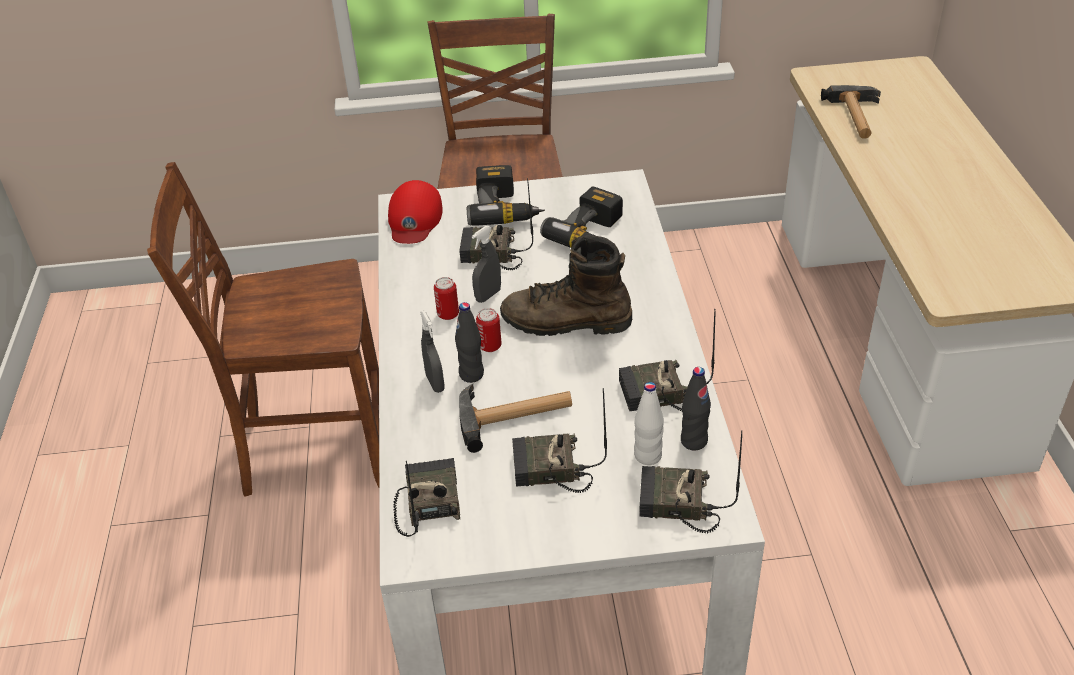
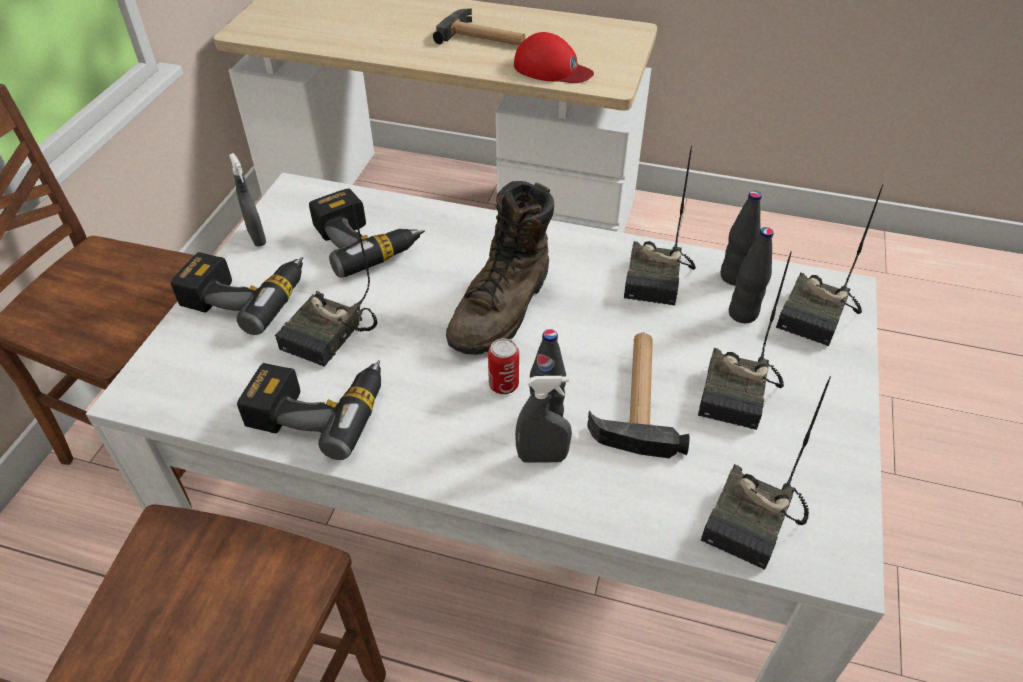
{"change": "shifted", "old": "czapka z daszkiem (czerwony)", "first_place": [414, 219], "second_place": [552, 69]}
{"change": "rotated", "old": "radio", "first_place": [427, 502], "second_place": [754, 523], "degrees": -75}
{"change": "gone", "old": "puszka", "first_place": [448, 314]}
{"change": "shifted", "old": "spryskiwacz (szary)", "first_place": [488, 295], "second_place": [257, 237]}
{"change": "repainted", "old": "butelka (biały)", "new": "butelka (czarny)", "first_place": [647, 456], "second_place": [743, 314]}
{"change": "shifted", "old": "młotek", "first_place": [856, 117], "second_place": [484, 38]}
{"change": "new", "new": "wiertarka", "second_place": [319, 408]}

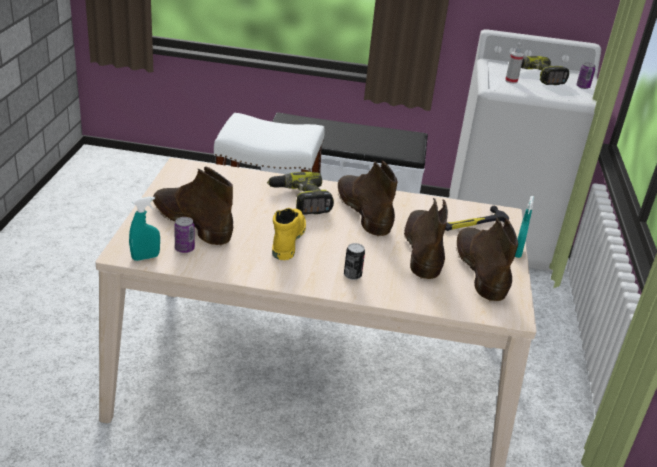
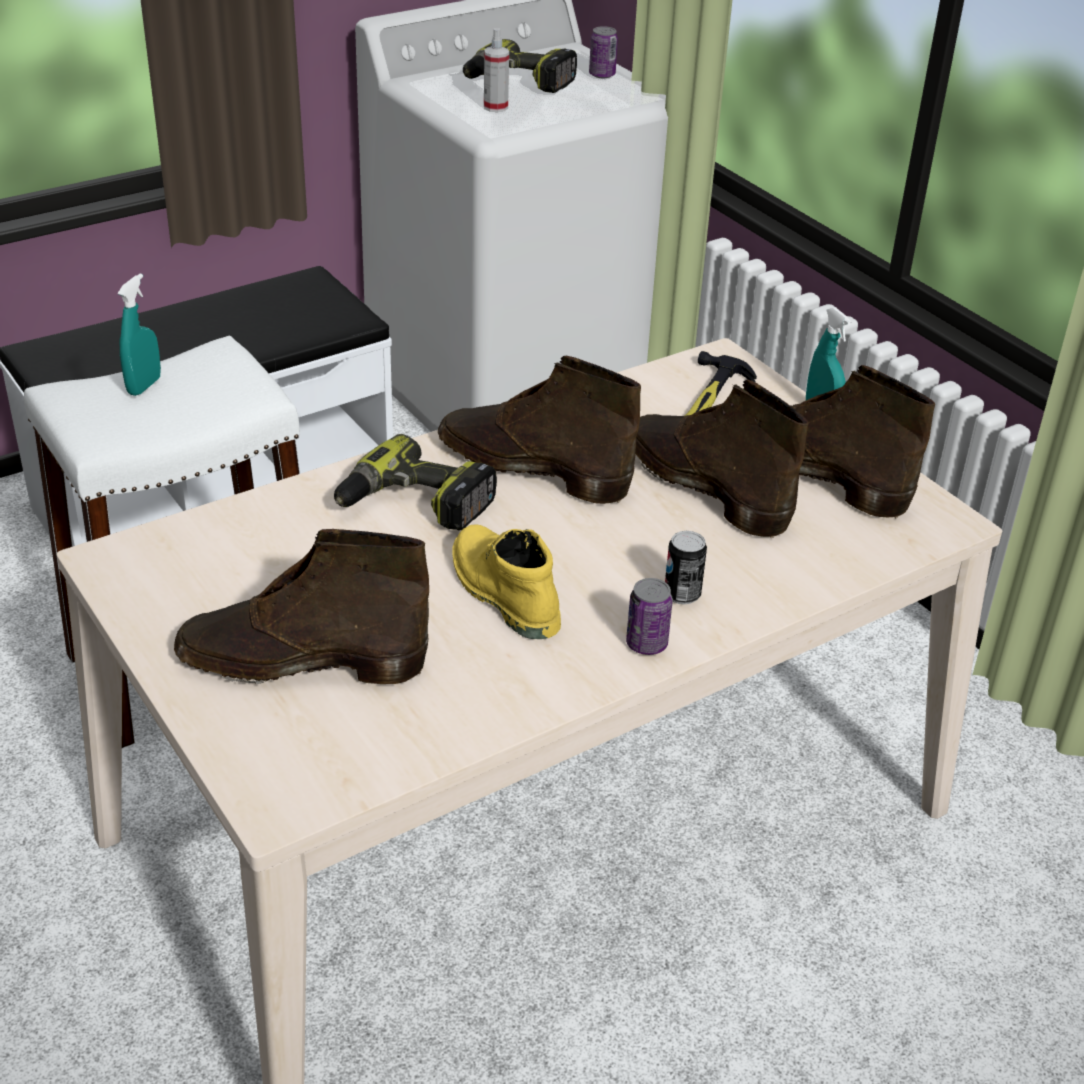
{"change": "shifted", "old": "spryskiwacz (turkusowy)", "first_place": [145, 257], "second_place": [144, 386]}
{"change": "shifted", "old": "puszka", "first_place": [184, 249], "second_place": [646, 644]}

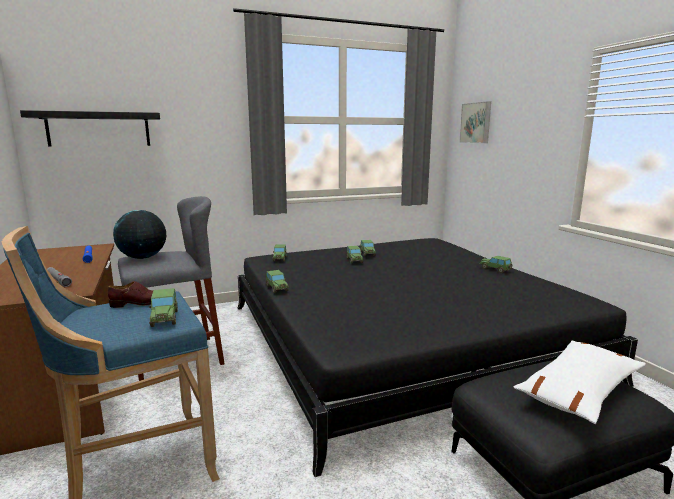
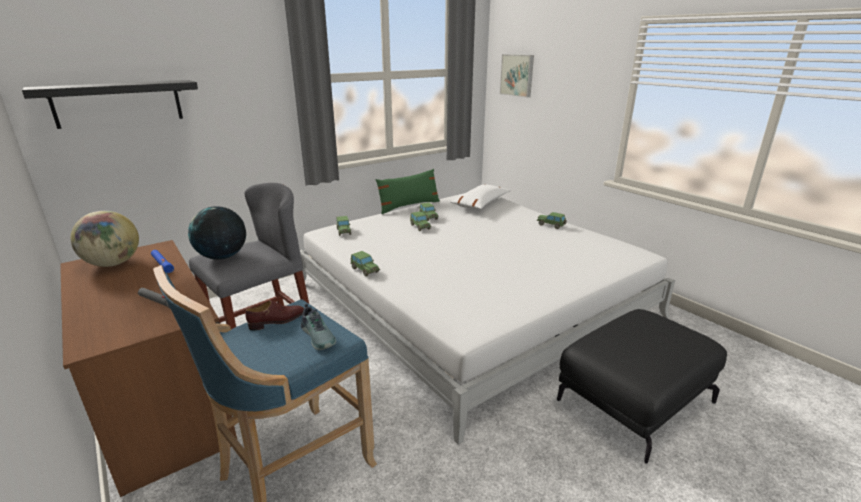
{"change": "swapped", "old": "samochodzik", "new": "but", "first_place": [164, 318], "second_place": [319, 336]}
{"change": "repainted", "old": "łóżko (czarny)", "new": "łóżko (biały)", "first_place": [398, 340], "second_place": [471, 299]}
{"change": "shifted", "old": "poduszka (biały)", "first_place": [579, 390], "second_place": [480, 203]}
{"change": "new", "new": "globus", "second_place": [113, 264]}
{"change": "new", "new": "poduszka (zielony)", "second_place": [409, 206]}

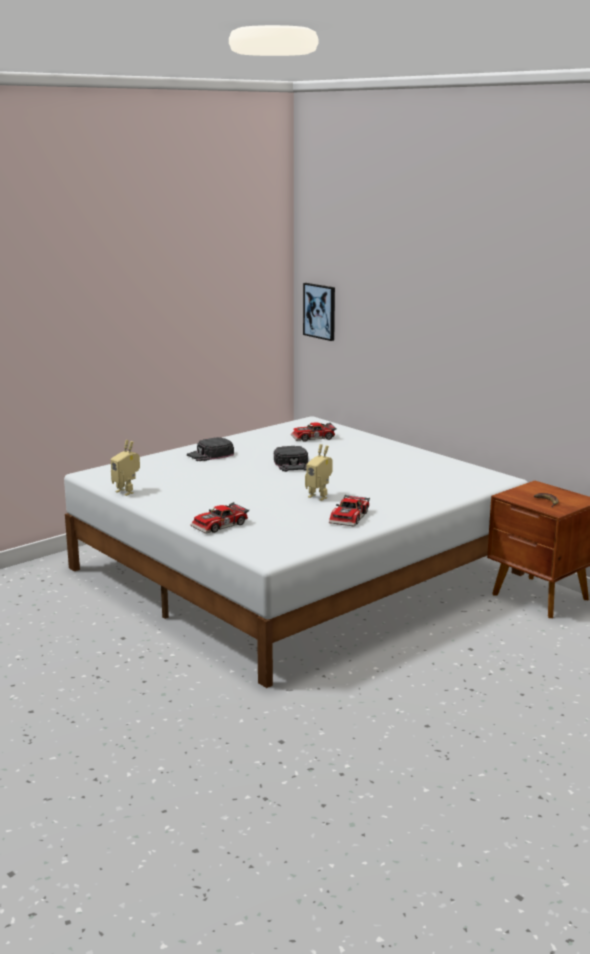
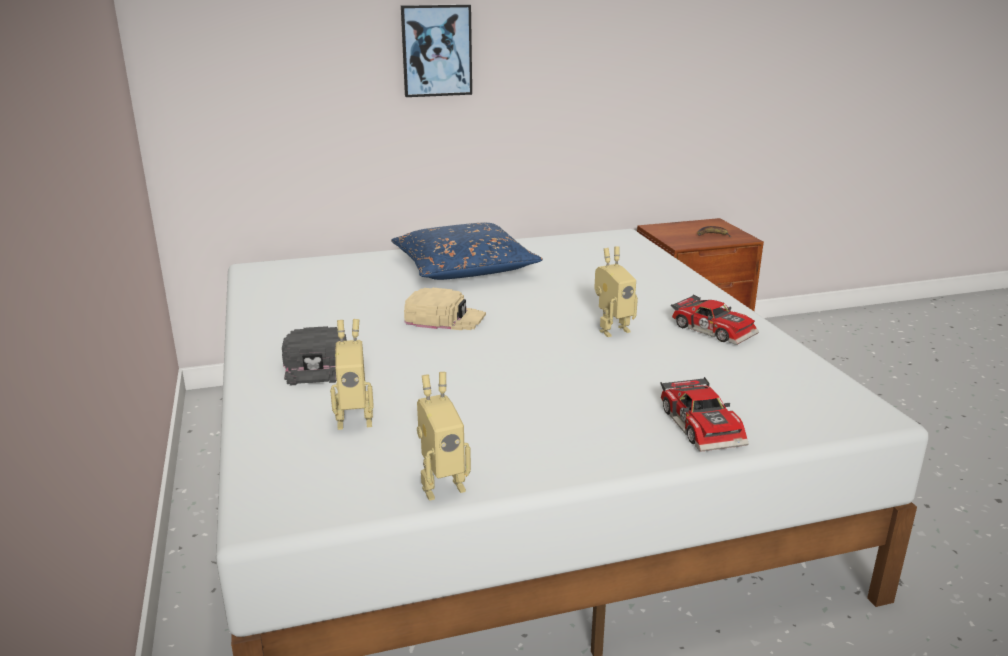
{"change": "repainted", "old": "czapka z daszkiem (czarny)", "new": "czapka z daszkiem (beżowy)", "first_place": [292, 464], "second_place": [445, 318]}
{"change": "gone", "old": "samochodzik", "first_place": [313, 438]}
{"change": "shifted", "old": "obraz", "first_place": [320, 311], "second_place": [436, 50]}
{"change": "new", "new": "robot zabawkowy", "second_place": [354, 420]}
{"change": "new", "new": "poduszka (niebieski)", "second_place": [464, 268]}

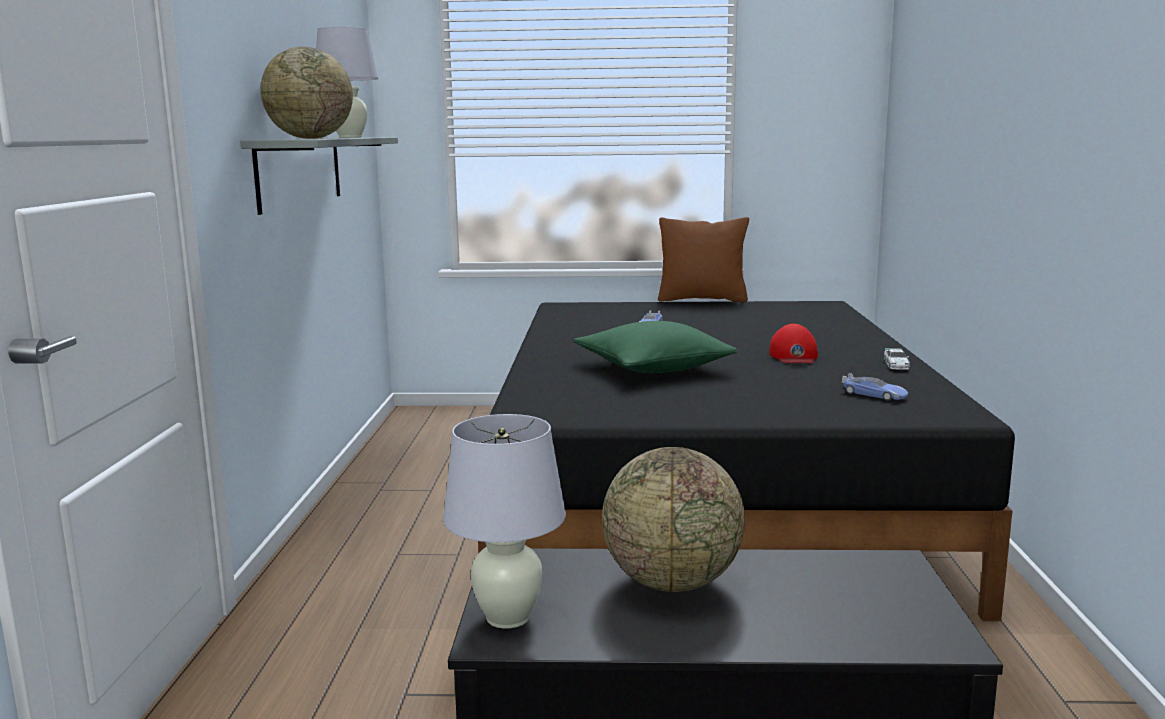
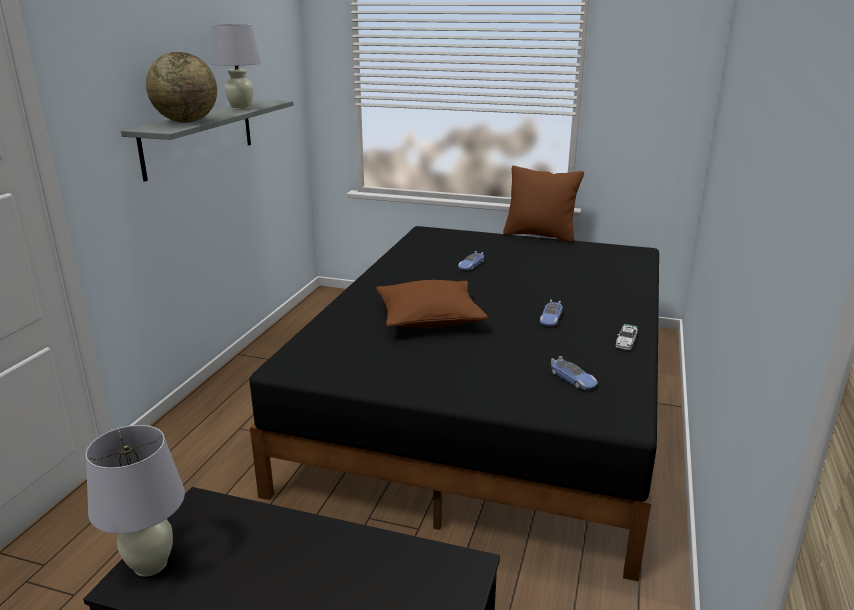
{"change": "repainted", "old": "poduszka (zielony)", "new": "poduszka (brązowy)", "first_place": [653, 367], "second_place": [429, 318]}
{"change": "gone", "old": "globus", "first_place": [672, 583]}
{"change": "swapped", "old": "czapka z daszkiem (czerwony)", "new": "samochodzik", "first_place": [794, 356], "second_place": [551, 318]}

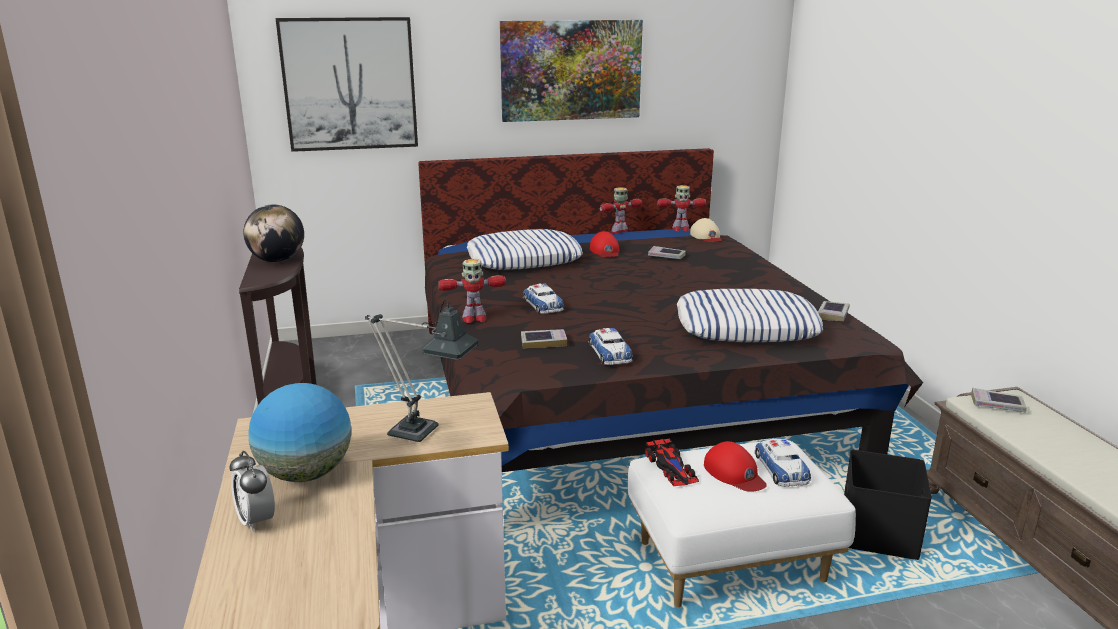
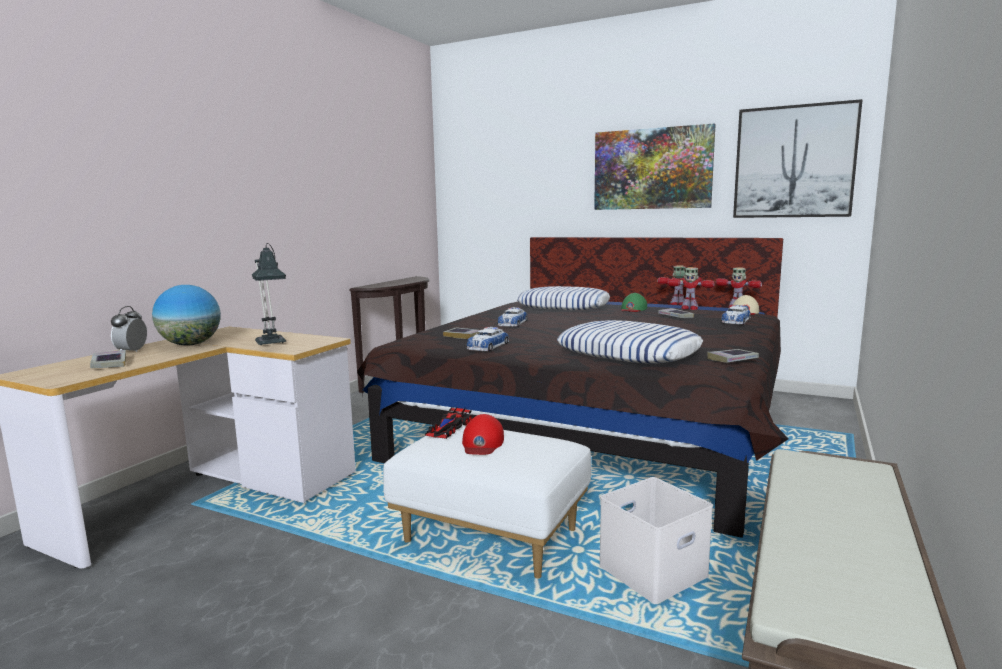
{"change": "gone", "old": "globus", "first_place": [277, 261]}
{"change": "shifted", "old": "obraz", "first_place": [349, 84], "second_place": [794, 162]}
{"change": "shifted", "old": "robot zabawkowy", "first_place": [473, 318], "second_place": [689, 308]}
{"change": "repainted", "old": "czapka z daszkiem (czerwony)", "new": "czapka z daszkiem (zielony)", "first_place": [605, 251], "second_place": [633, 309]}
{"change": "shifted", "old": "samochodzik", "first_place": [781, 469], "second_place": [735, 321]}
{"change": "repainted", "old": "pojemnik do przechowywania (czarny)", "new": "pojemnik do przechowywania (biały)", "first_place": [880, 535], "second_place": [653, 574]}
{"change": "shifted", "old": "książka", "first_place": [997, 404], "second_place": [109, 363]}

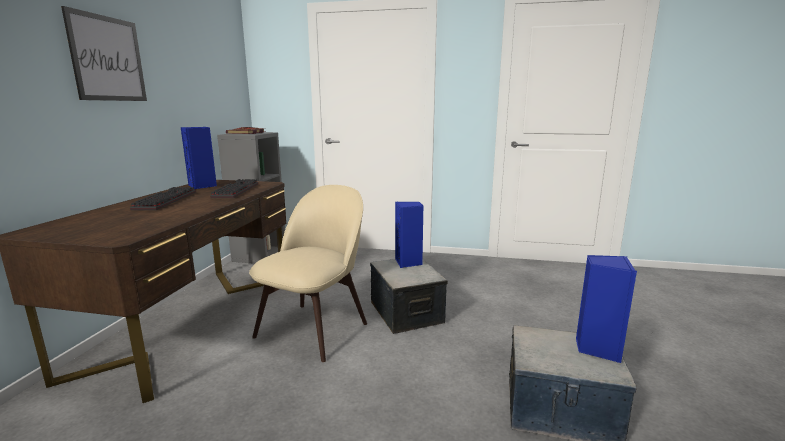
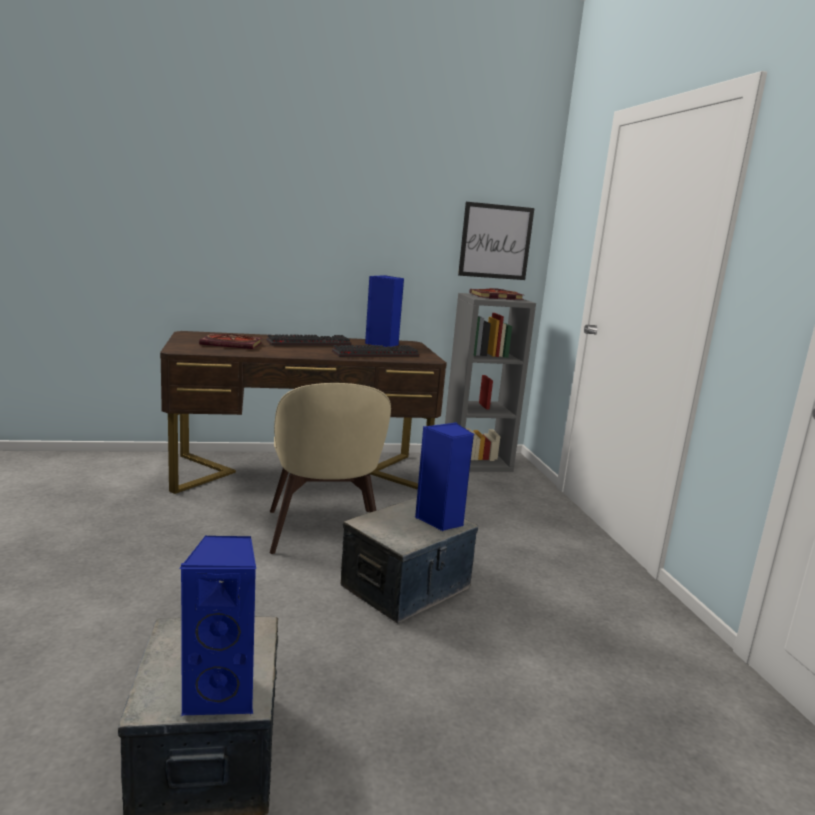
{"change": "shifted", "old": "obraz", "first_place": [108, 59], "second_place": [495, 241]}
{"change": "rotated", "old": "krzesło (beżowy)", "first_place": [315, 328], "second_place": [324, 533], "degrees": 75}
{"change": "new", "new": "książka", "second_place": [233, 344]}

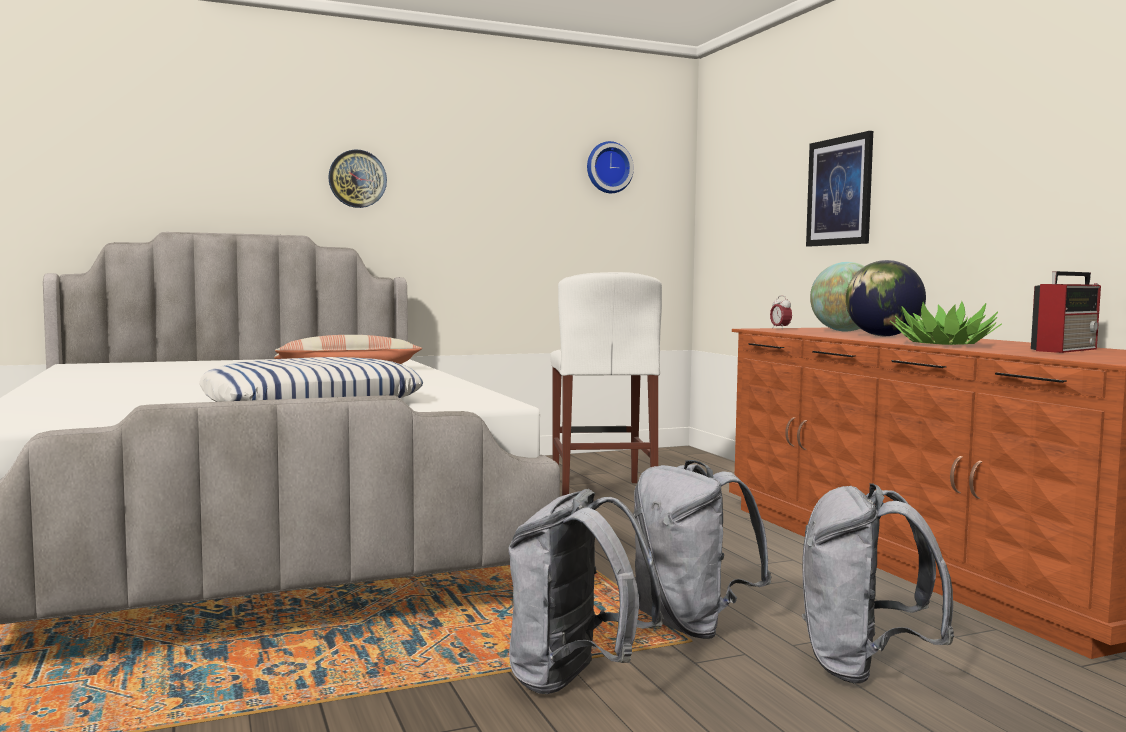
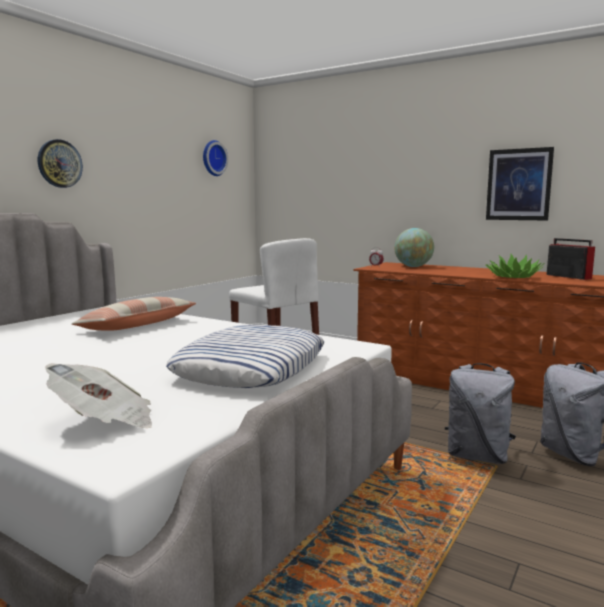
{"change": "gone", "old": "plecak (szary)", "first_place": [575, 680]}
{"change": "shifted", "old": "obraz", "first_place": [839, 191], "second_place": [518, 184]}
{"change": "gone", "old": "globus", "first_place": [883, 336]}
{"change": "rotated", "old": "radio", "first_place": [1066, 350], "second_place": [567, 277], "degrees": -45}
{"change": "new", "new": "gazeta", "second_place": [105, 421]}

